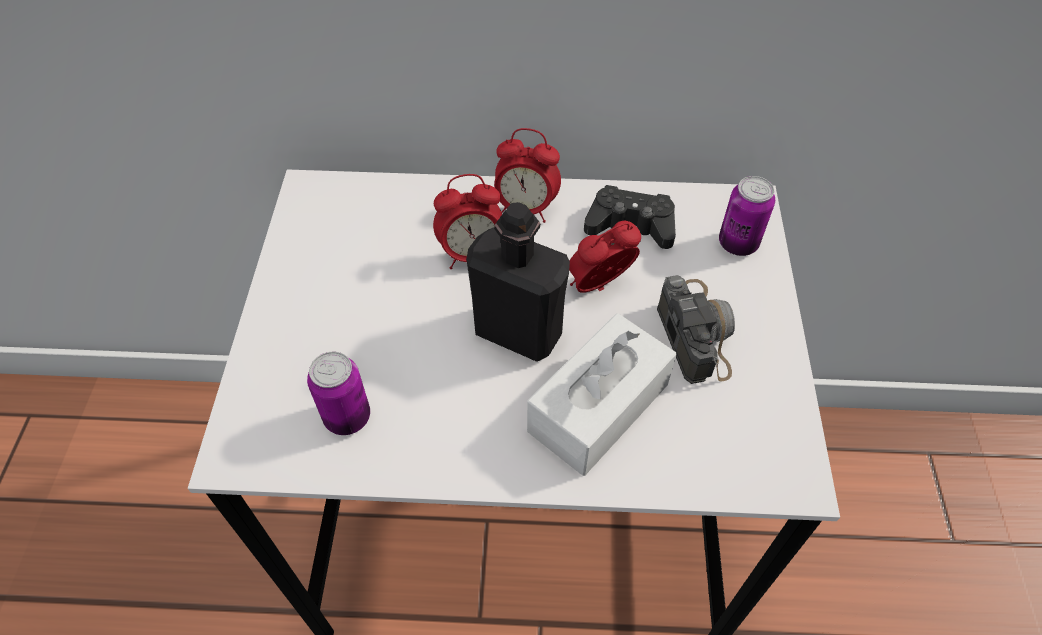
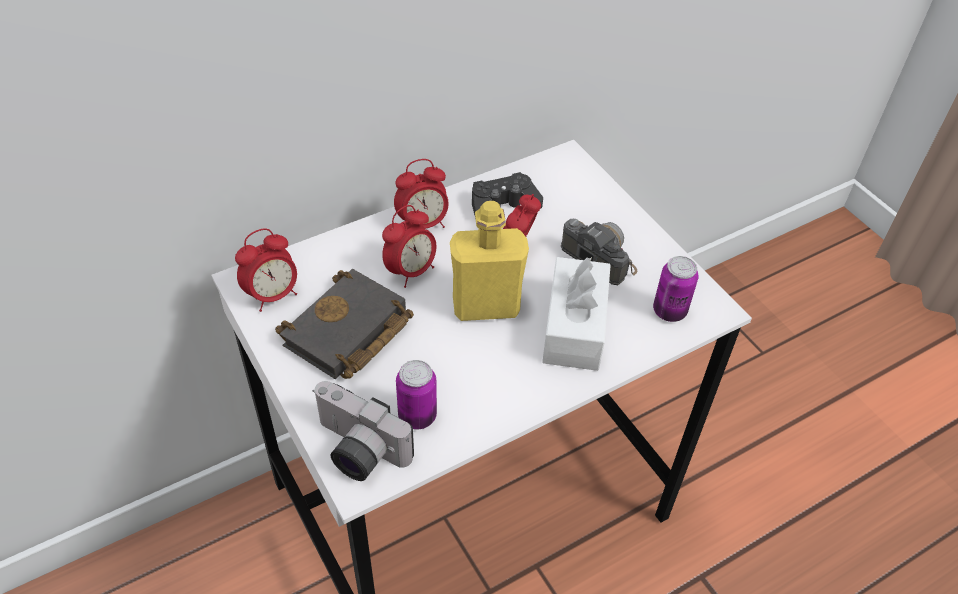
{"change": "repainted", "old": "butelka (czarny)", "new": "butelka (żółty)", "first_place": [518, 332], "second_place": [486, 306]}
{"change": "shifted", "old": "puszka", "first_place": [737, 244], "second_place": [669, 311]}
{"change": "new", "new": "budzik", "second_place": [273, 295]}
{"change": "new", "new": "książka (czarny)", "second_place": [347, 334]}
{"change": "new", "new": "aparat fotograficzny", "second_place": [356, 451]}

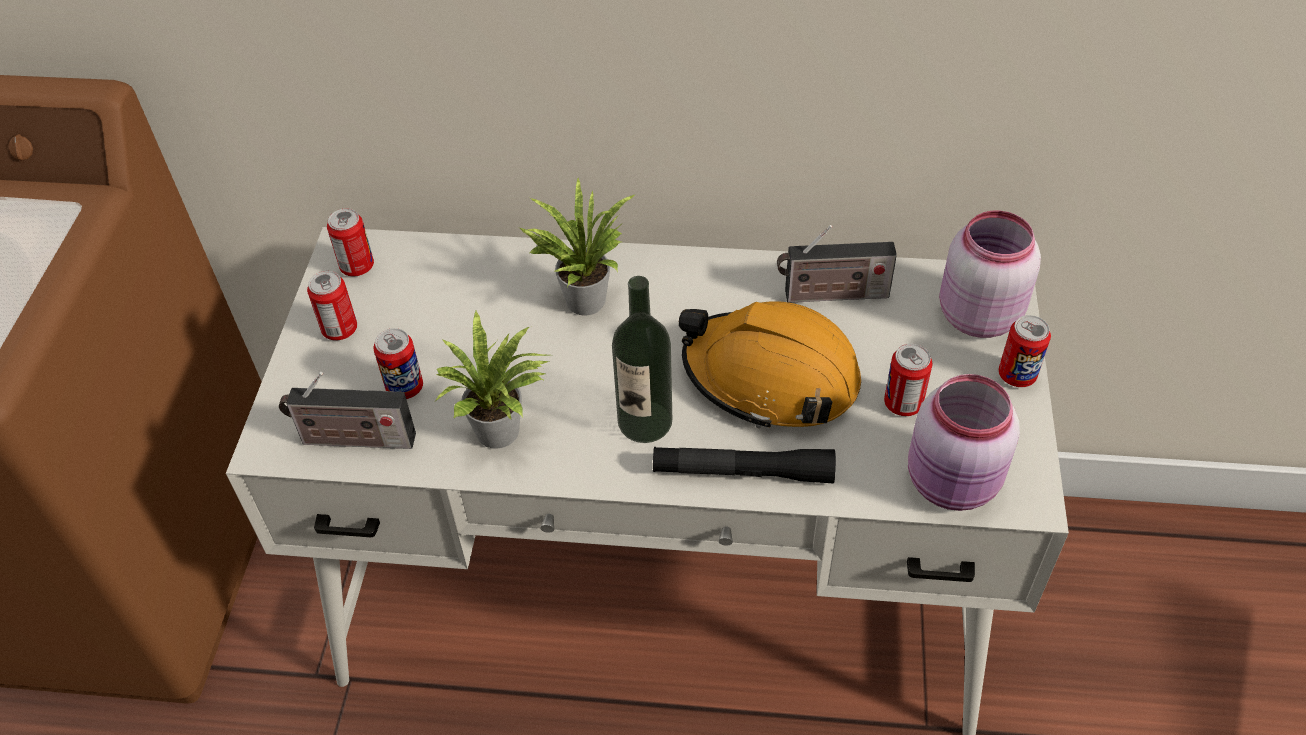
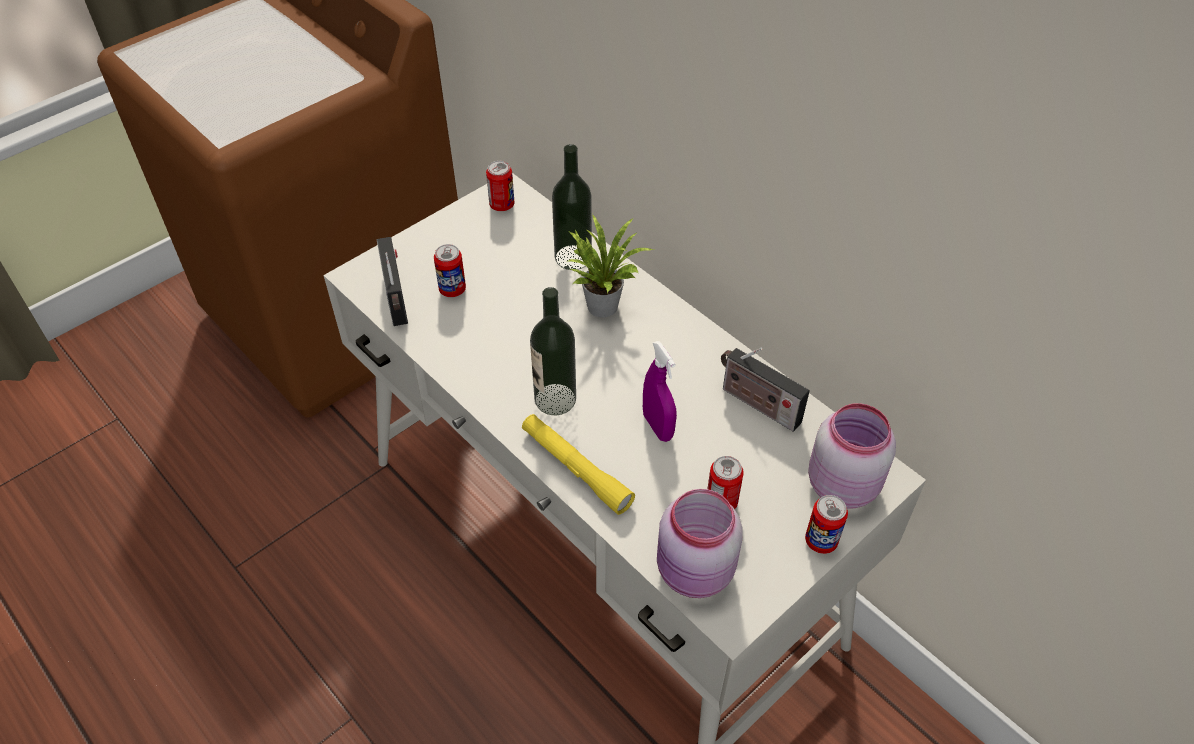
{"change": "rotated", "old": "radio", "first_place": [353, 440], "second_place": [397, 300], "degrees": -150}
{"change": "gone", "old": "puszka", "first_place": [340, 329]}
{"change": "gone", "old": "roślina doniczkowa", "first_place": [503, 433]}
{"change": "repainted", "old": "latarka (czarny)", "new": "latarka (żółty)", "first_place": [742, 472], "second_place": [576, 469]}
{"change": "swapped", "old": "kask (pomarańczowy)", "new": "spryskiwacz (fioletowy)", "first_place": [770, 377], "second_place": [657, 426]}
{"change": "new", "new": "butelka", "second_place": [573, 257]}

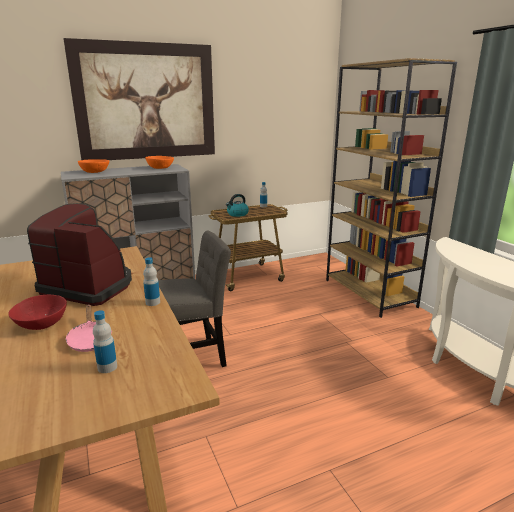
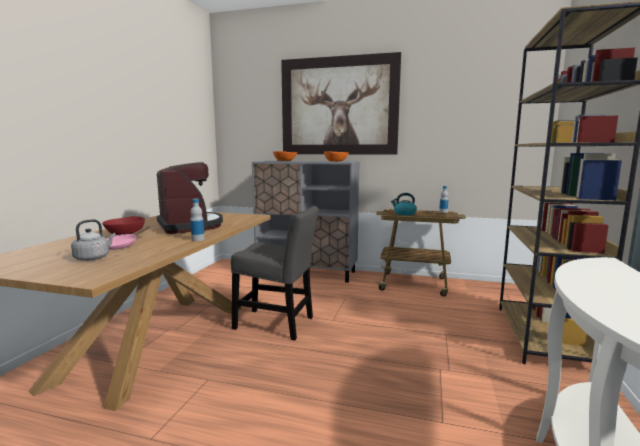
{"change": "swapped", "old": "butelka", "new": "czajnik (szary)", "first_place": [107, 367], "second_place": [93, 258]}

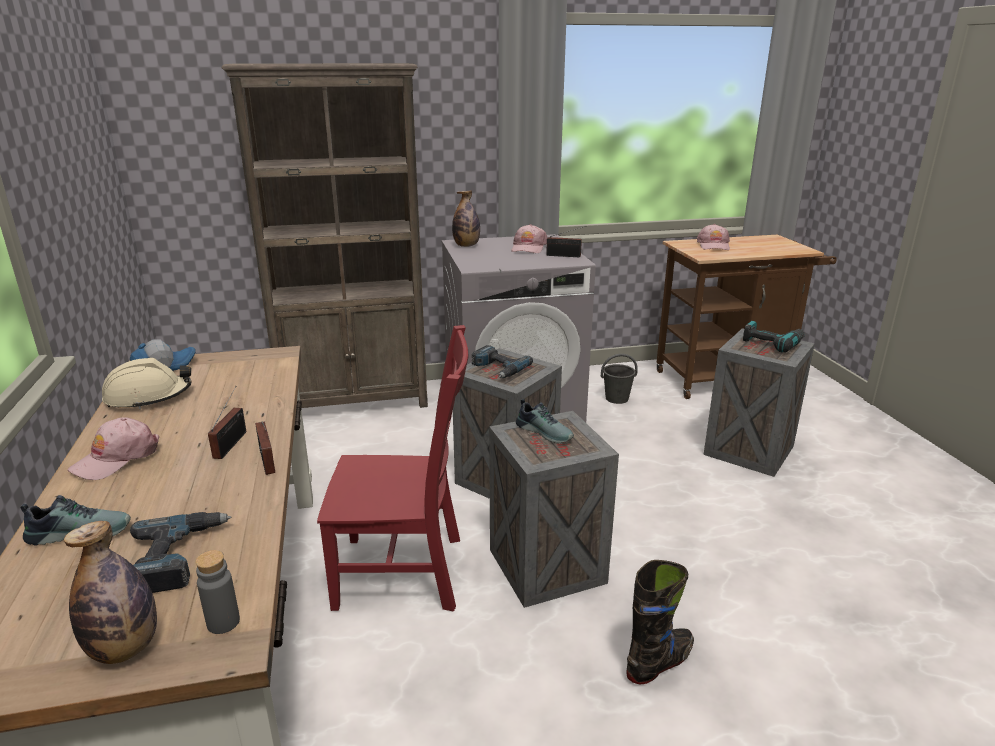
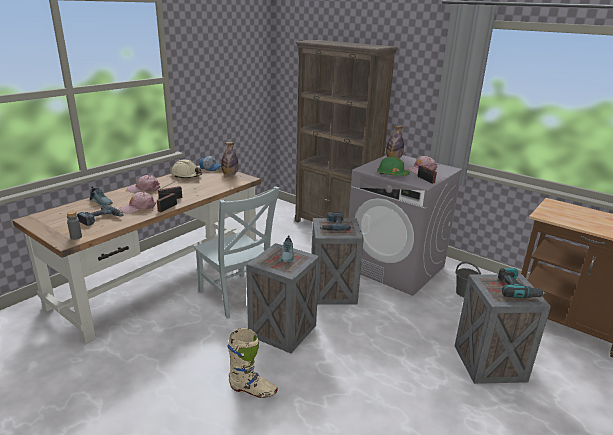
{"change": "shifted", "old": "butelka", "first_place": [125, 648], "second_place": [230, 174]}
{"change": "repainted", "old": "krzesło (czerwony)", "new": "krzesło (szary)", "first_place": [406, 573], "second_place": [237, 297]}
{"change": "repainted", "old": "but z cholewką (czarny)", "new": "but z cholewką (beżowy)", "first_place": [659, 662], "second_place": [252, 390]}
{"change": "shifted", "old": "czapka z daszkiem (różowy)", "first_place": [713, 245], "second_place": [138, 207]}
{"change": "new", "new": "kask (zielony)", "second_place": [392, 174]}

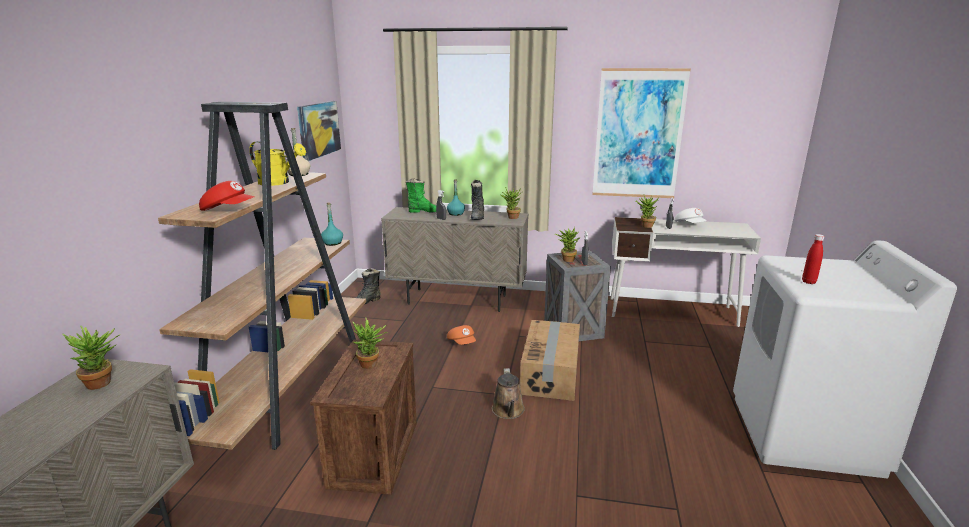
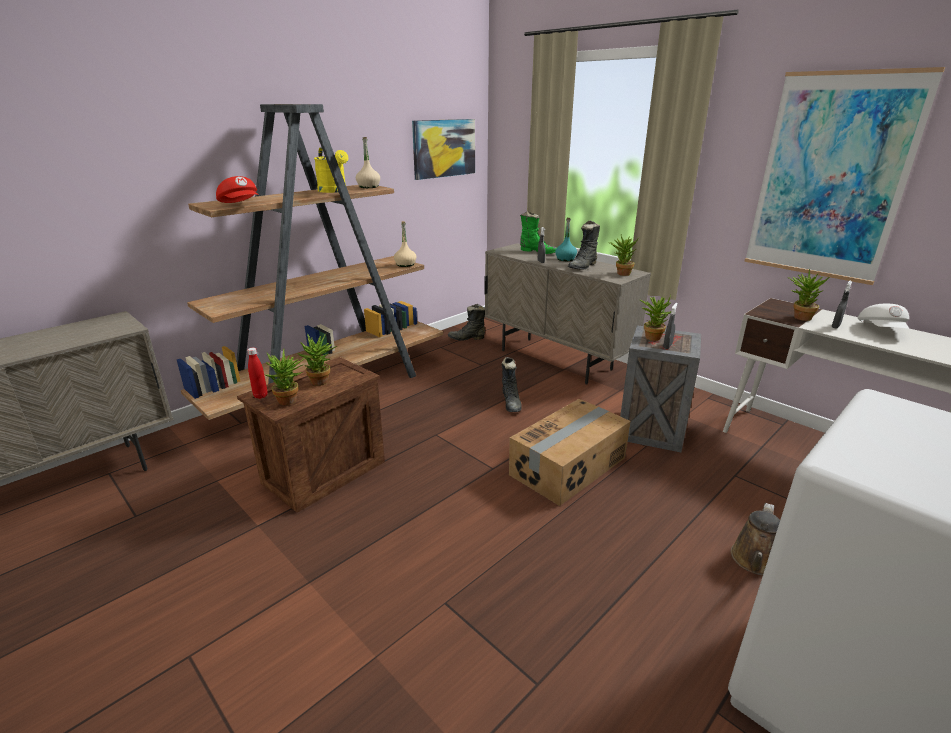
{"change": "shifted", "old": "roślina doniczkowa", "first_place": [104, 383], "second_place": [290, 401]}
{"change": "repainted", "old": "butelka (turkusowy)", "new": "butelka (beżowy)", "first_place": [333, 243], "second_place": [405, 265]}
{"change": "swapped", "old": "czapka z daszkiem (pomarańczowy)", "new": "but z cholewką (czarny)", "first_place": [462, 343], "second_place": [511, 403]}
{"change": "shifted", "old": "konewka (brązowy)", "first_place": [508, 411], "second_place": [755, 561]}
{"change": "shifted", "old": "butelka (czerwony)", "first_place": [808, 282], "second_place": [260, 396]}

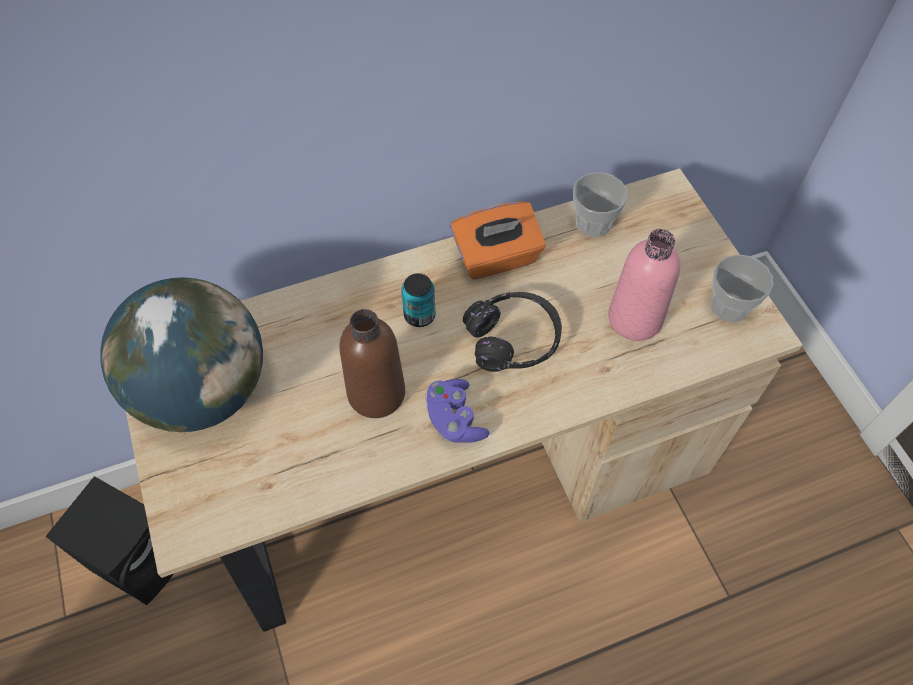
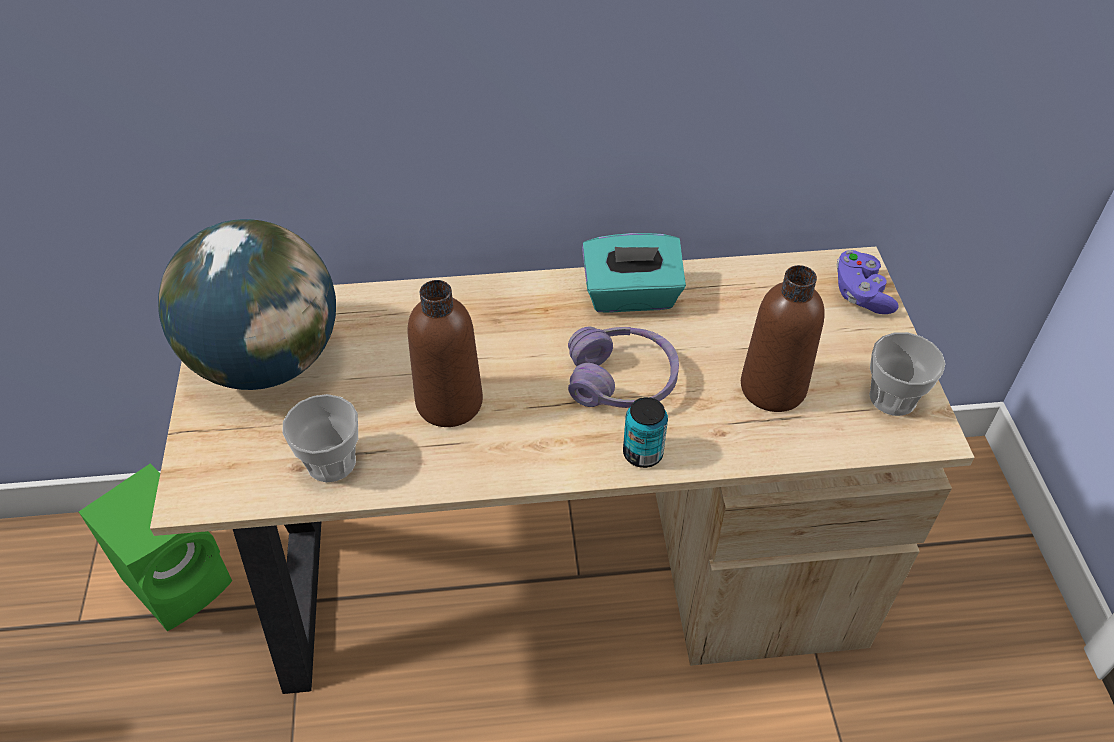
{"change": "repainted", "old": "głośnik (czarny)", "new": "głośnik (zielony)", "first_place": [143, 557], "second_place": [181, 579]}
{"change": "shifted", "old": "puszka", "first_place": [419, 315], "second_place": [642, 453]}
{"change": "shifted", "old": "pad do gier (fioletowy)", "first_place": [454, 419], "second_place": [860, 294]}
{"change": "repainted", "old": "pudełko chusteczek (pomarańczowy)", "new": "pudełko chusteczek (turkusowy)", "first_place": [496, 258], "second_place": [631, 296]}
{"change": "repainted", "old": "słuchawki (czarny)", "new": "słuchawki (fioletowy)", "first_place": [513, 339], "second_place": [622, 380]}
{"change": "shifted", "old": "filiżanka", "first_place": [593, 223], "second_place": [331, 462]}
{"change": "repainted", "old": "butelka (różowy)", "new": "butelka (brązowy)", "first_place": [635, 318], "second_place": [773, 388]}

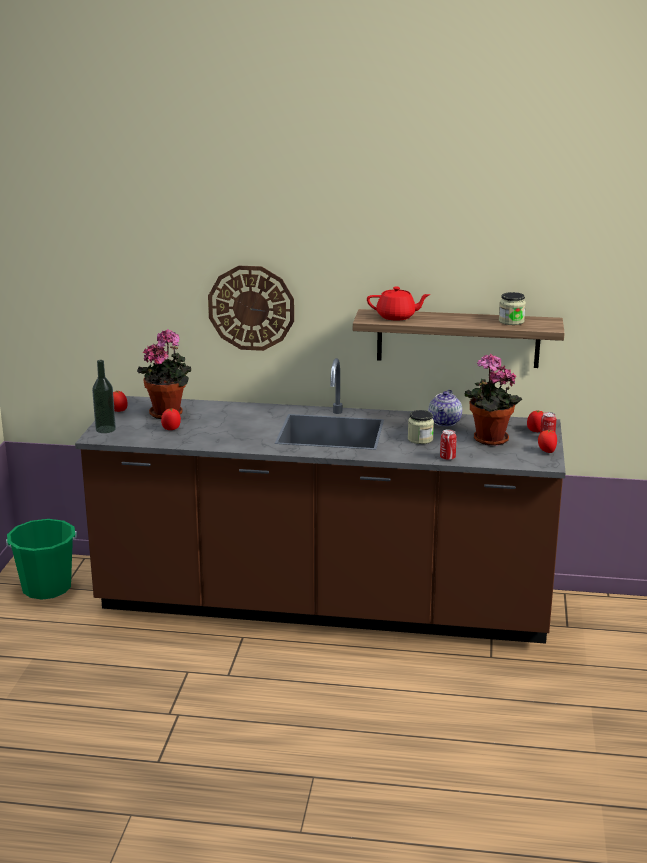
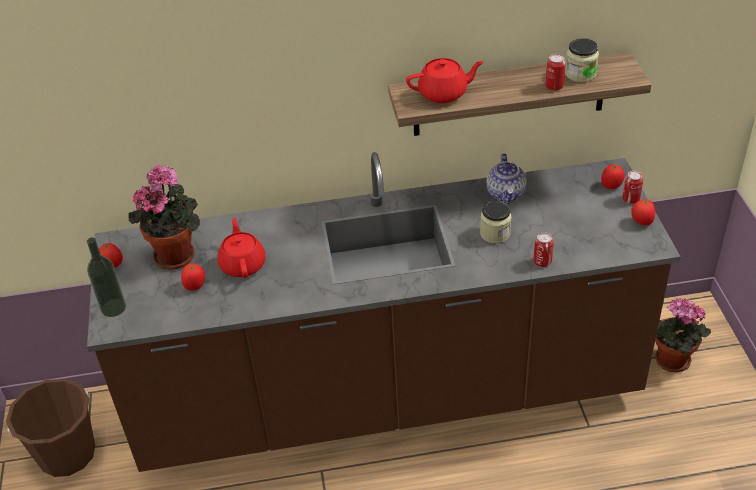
{"change": "repainted", "old": "wiadro (zielony)", "new": "wiadro (brązowy)", "first_place": [47, 588], "second_place": [67, 454]}
{"change": "gone", "old": "zegar ścienny", "first_place": [251, 308]}
{"change": "shifted", "old": "roślina doniczkowa", "first_place": [488, 440], "second_place": [670, 362]}
{"change": "new", "new": "imbryk (czerwony)", "second_place": [243, 264]}
{"change": "new", "new": "puszka", "second_place": [554, 86]}

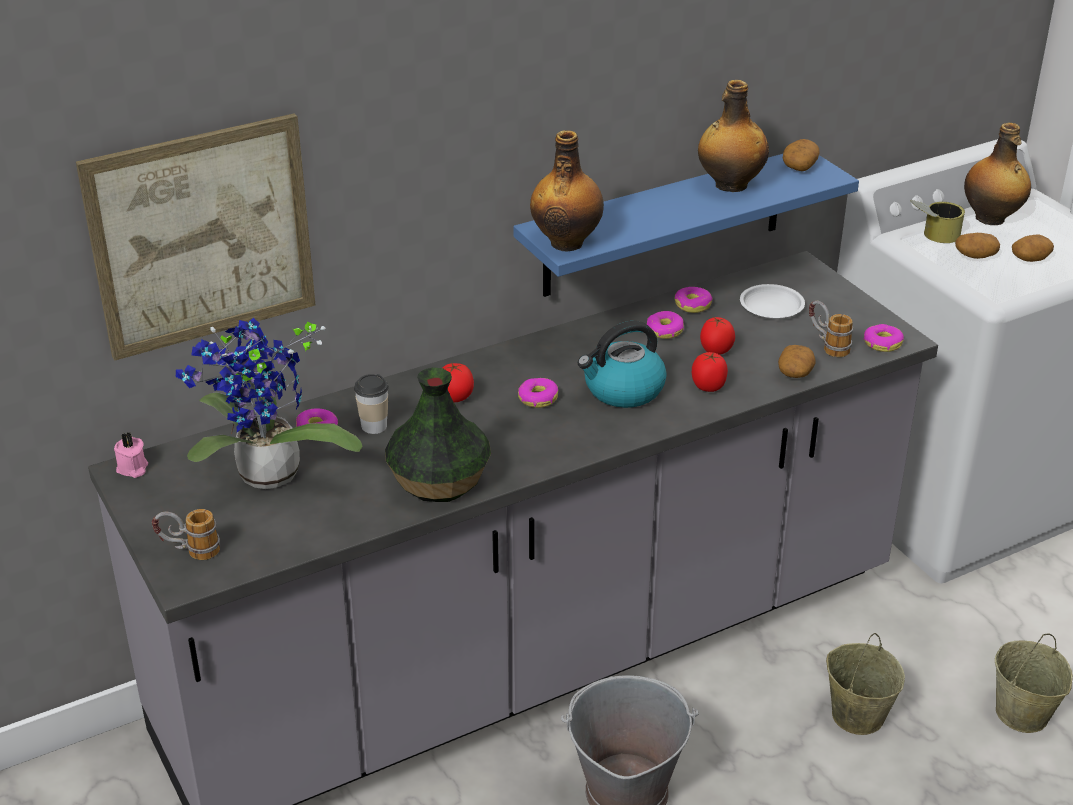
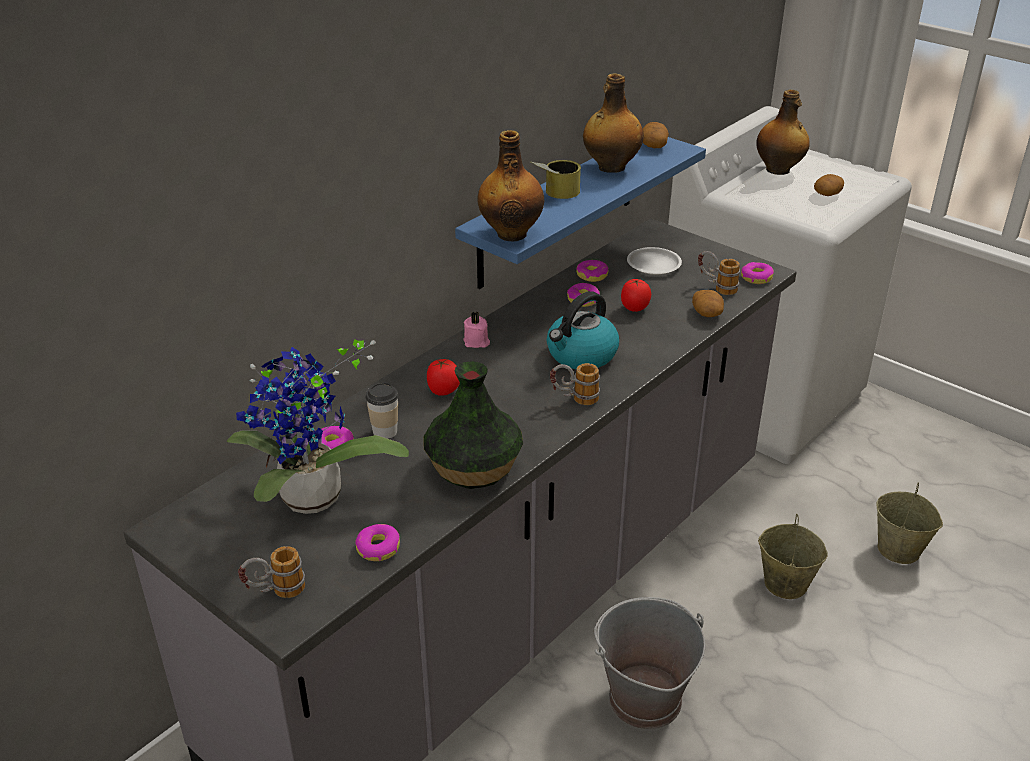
{"change": "gone", "old": "obraz", "first_place": [202, 236]}
{"change": "shifted", "old": "świeca (różowy)", "first_place": [132, 469], "second_place": [476, 342]}
{"change": "shifted", "old": "donut", "first_place": [537, 398], "second_place": [378, 548]}
{"change": "gone", "old": "pomidor", "first_place": [708, 387]}
{"change": "shifted", "old": "puszka", "first_place": [932, 236], "second_place": [554, 194]}
{"change": "gone", "old": "ziemniak", "first_place": [975, 256]}
{"change": "new", "new": "kubek", "second_place": [574, 399]}

